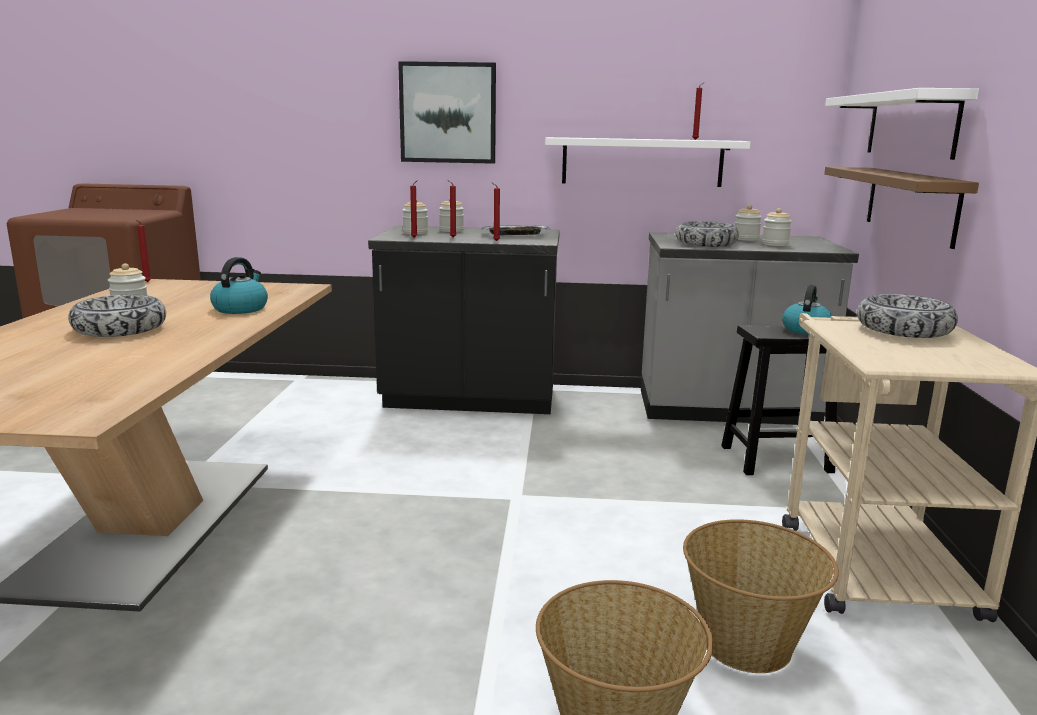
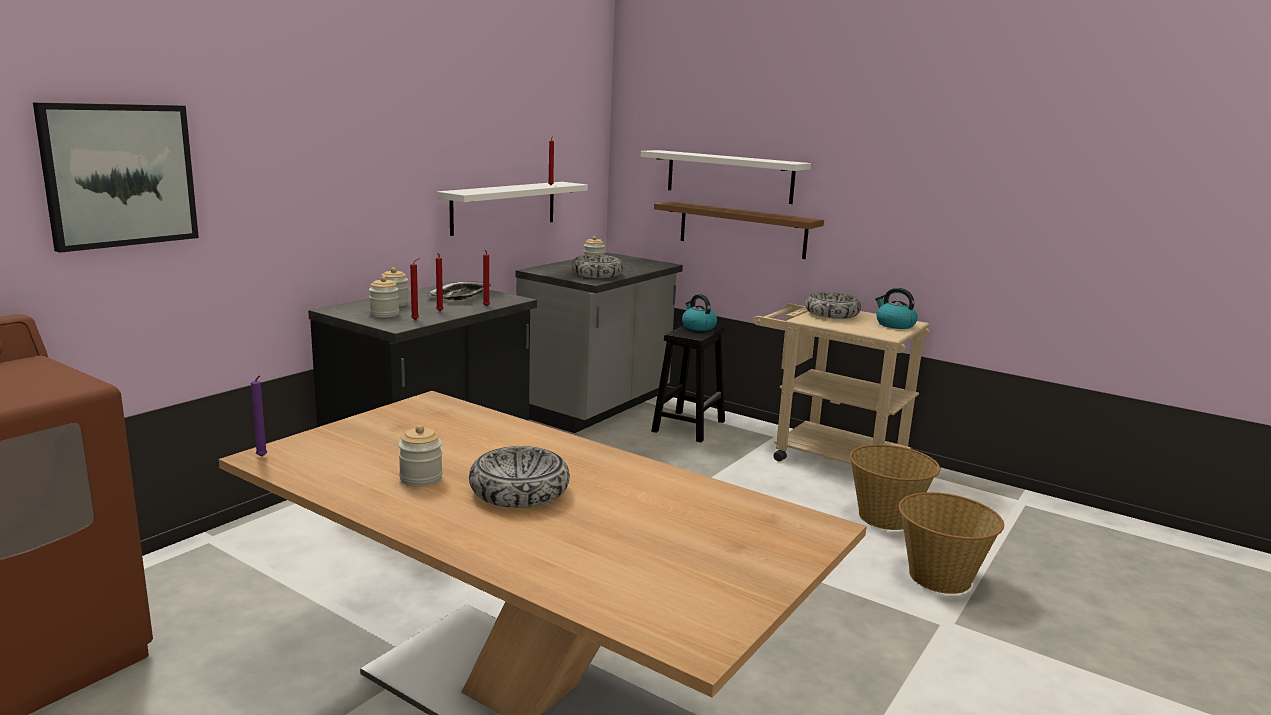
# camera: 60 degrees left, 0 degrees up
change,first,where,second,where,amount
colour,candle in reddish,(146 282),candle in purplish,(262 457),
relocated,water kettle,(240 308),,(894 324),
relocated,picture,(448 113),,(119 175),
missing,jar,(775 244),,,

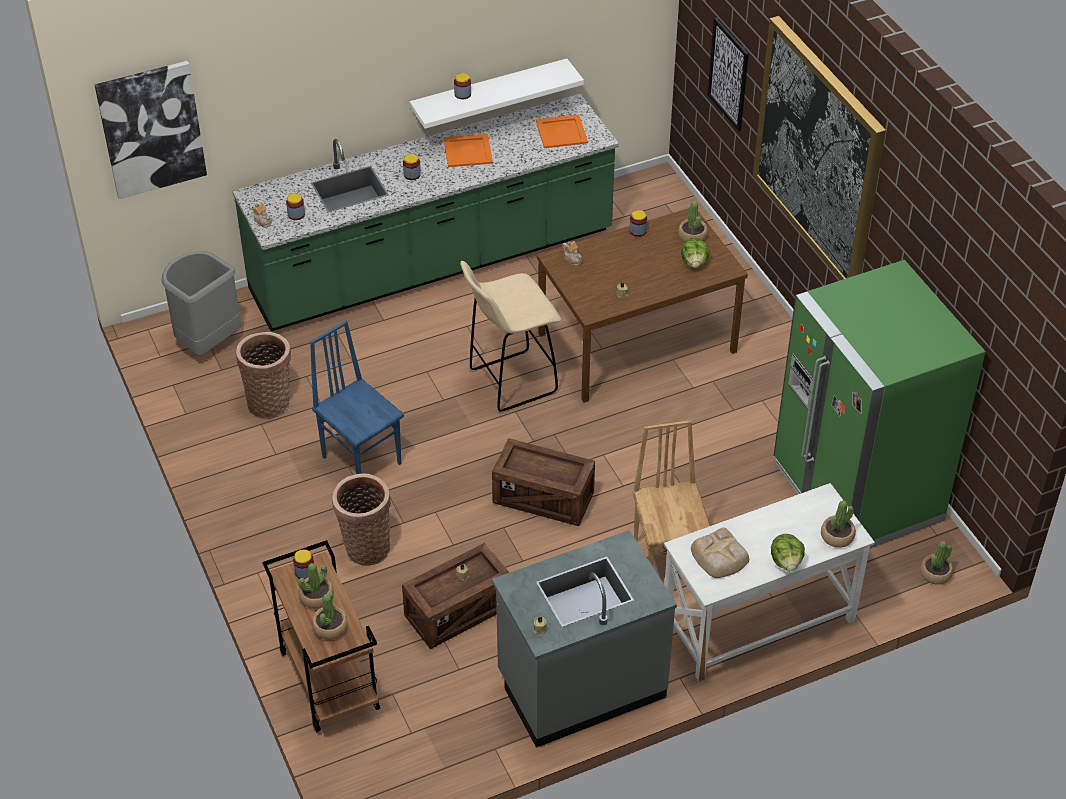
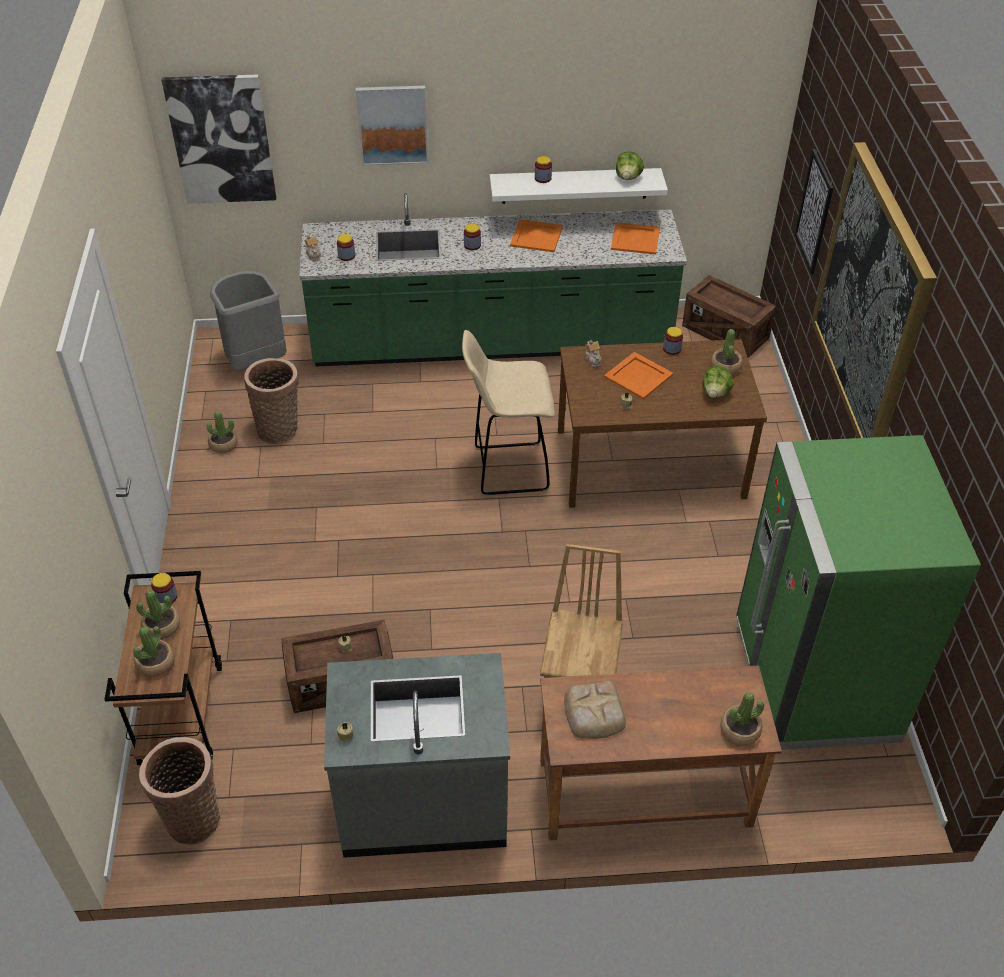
# camera: 20 degrees right, 0 degrees up
change,first,where,second,where,amount
missing,upright chair in blue,(362 459),,,
relocated,storage basket,(365 546),,(192 816),
relocated,packing crate,(543 498),,(725 332),
colour,desk table in whitish,(758 622),desk table in brown-coloured,(644 794),
relocated,lettuce,(786 562),,(628 177),
relocated,plant in a pot,(935 574),,(223 444),
appeared,,,picture,(393 124),
appeared,,,carrying tray in orangey,(638 376),

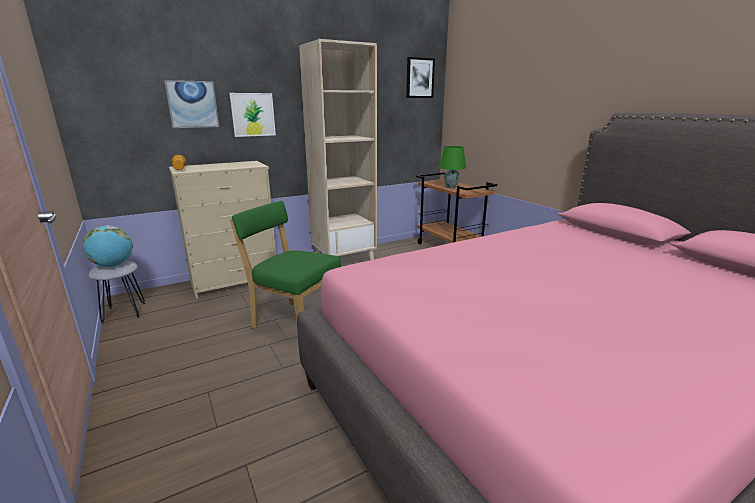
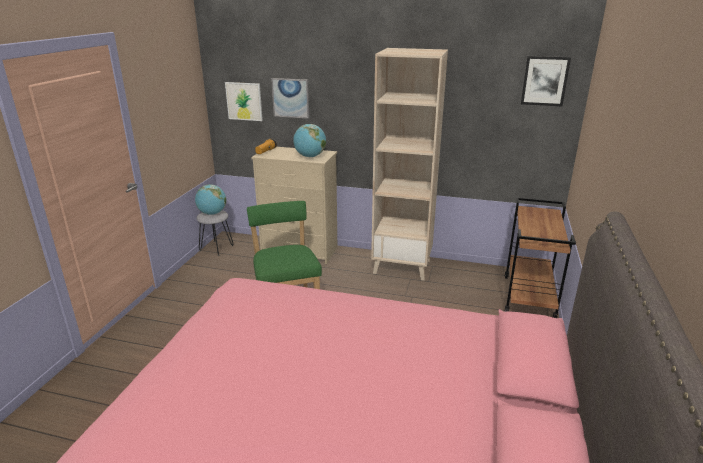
# camera: 45 degrees right, 5 degrees up
change,first,where,second,where,amount
relocated,picture,(253 114),,(244 101),
missing,lamp for a table in green-coloured,(451 187),,,
appeared,,,desk globe,(310 156),

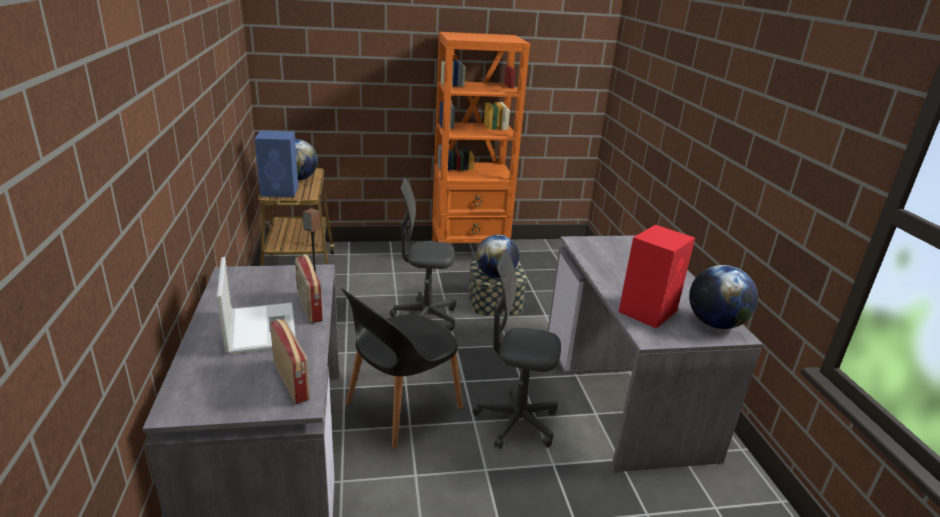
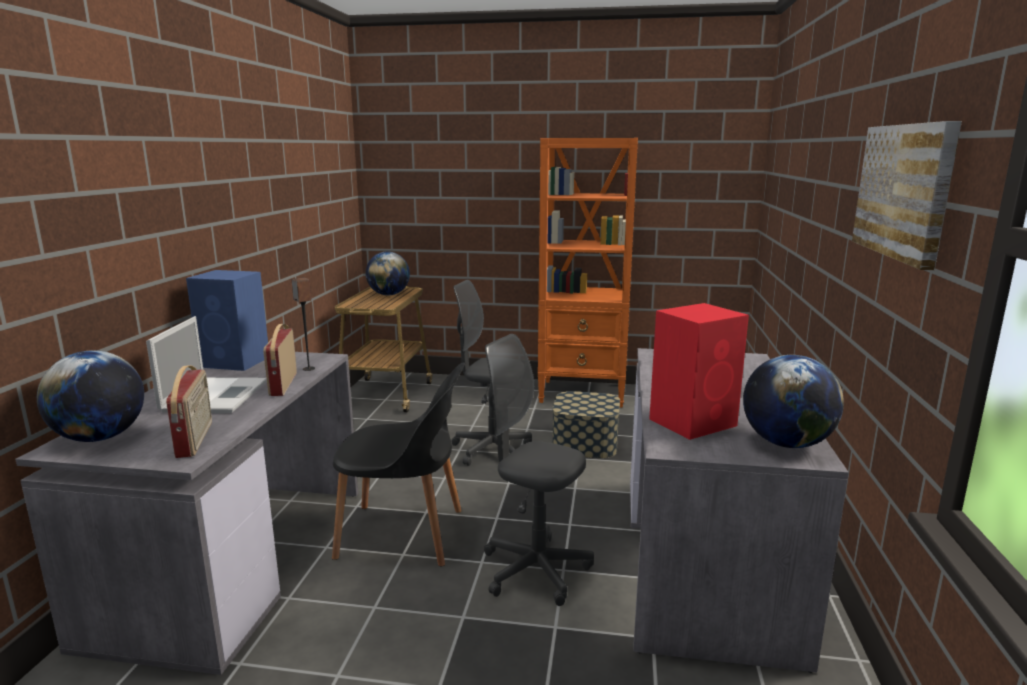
# camera: 20 degrees right, 10 degrees down
change,first,where,second,where,amount
relocated,speaker in blue,(280 191),,(236 362),
spun,upright chair in blackish,(401 408),,(405 534),150 degrees counterclockwise
relocated,desk globe,(496 275),,(100 437),
appeared,,,picture,(904 191),

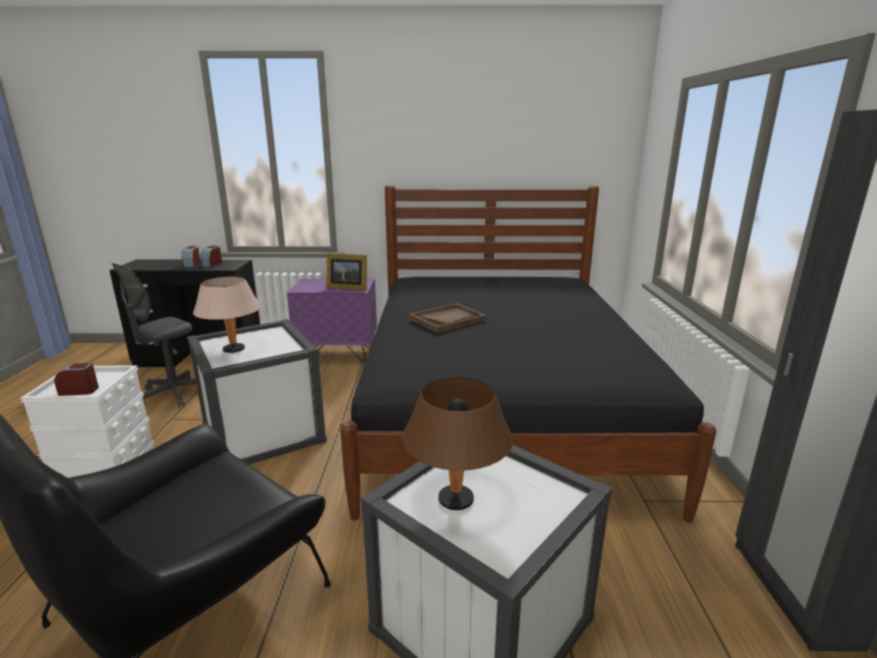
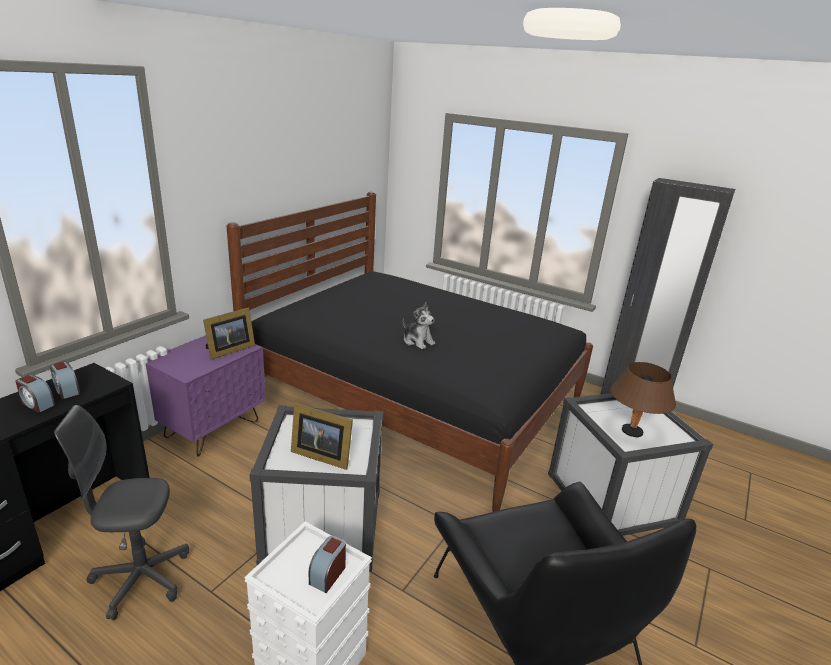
# camera: 60 degrees left, 5 degrees up
change,first,where,second,where,amount
spun,desk chair in grey,(173 394),,(141 578),105 degrees clockwise
exchanged,lamp for a table in sand-coloured,(233 349),picture frame,(321 455),
exchanged,carrying tray in brown-coloured,(447 320),soft toy,(417 341),

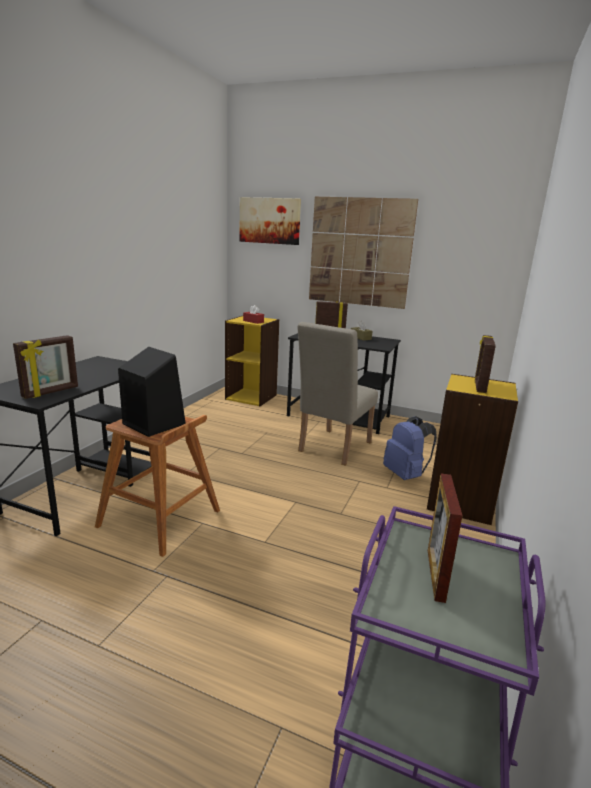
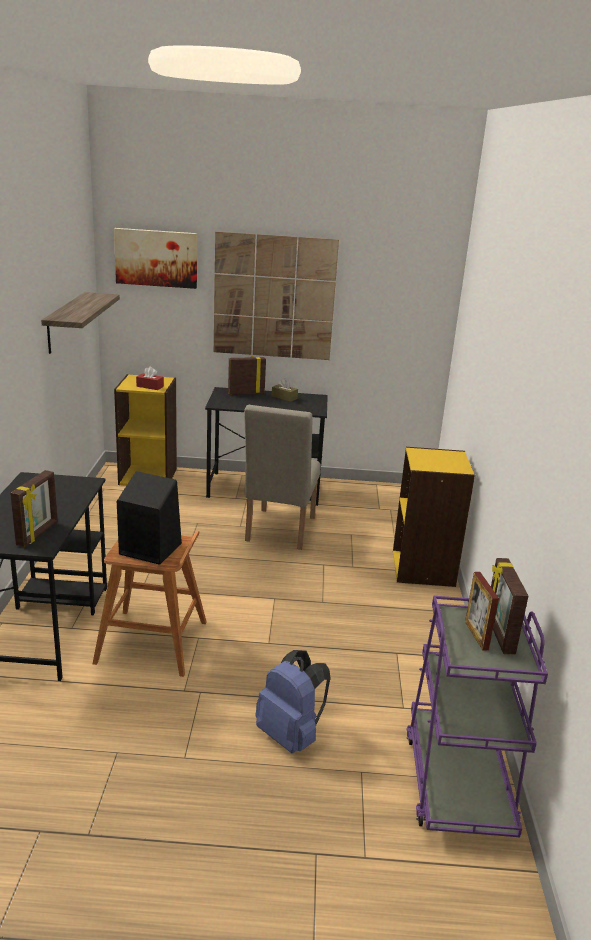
# camera: 20 degrees left, 5 degrees up
change,first,where,second,where,amount
relocated,rucksack in blue,(405 475),,(291 735),
relocated,picture frame,(479 386),,(498 634),
appeared,,,wall shelf,(65 322),

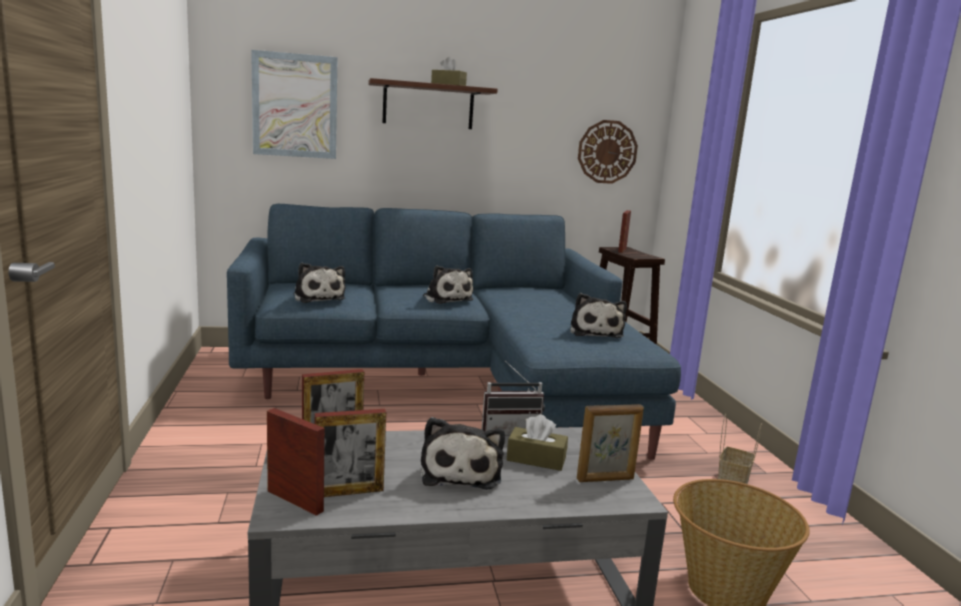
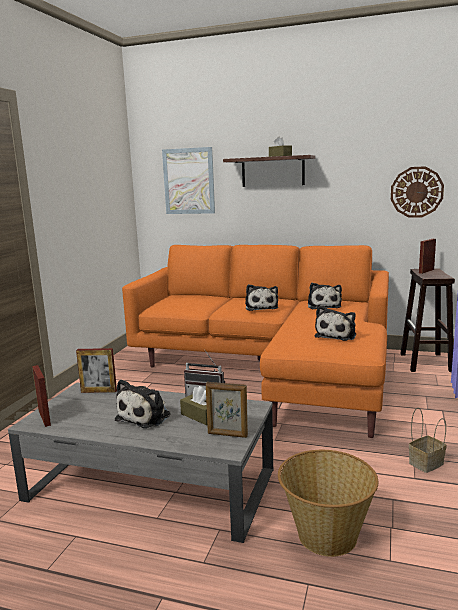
# camera: 30 degrees right, 0 degrees up
change,first,where,second,where,amount
colour,sofa in blue,(450 385),sofa in orangey,(272 369),
relocated,soft toy,(318 297),,(323 306),
missing,picture frame,(349 492),,,

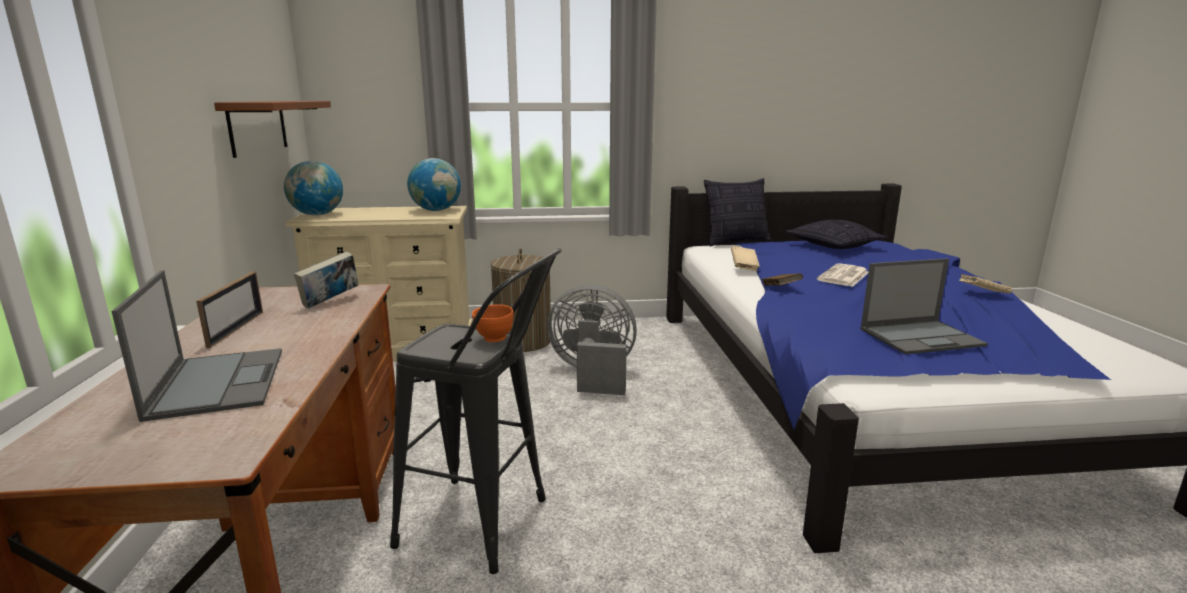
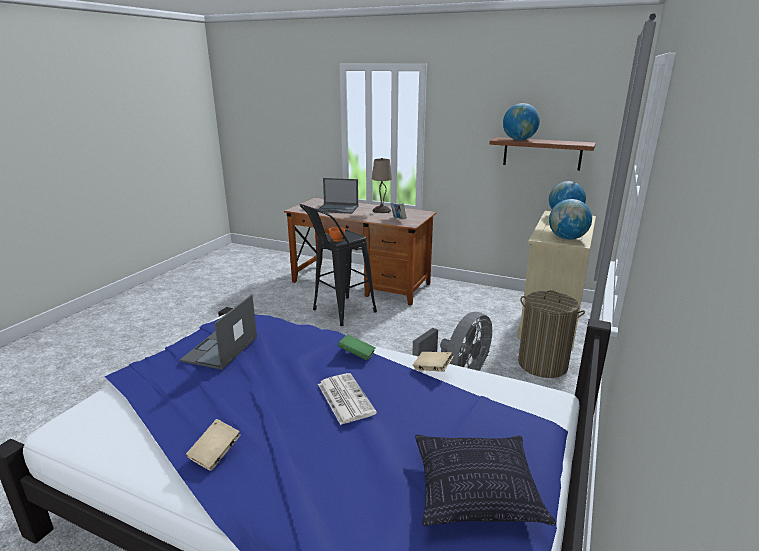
# camera: 120 degrees right, 5 degrees up
change,first,where,second,where,amount
exchanged,picture frame,(236 329),lamp for a table in sand-coloured,(382 210),
missing,cushion,(735 242),,,
colour,book in brown-coloured,(780 289),book in green-coloured,(356 355),
appeared,,,desk globe,(519 140),

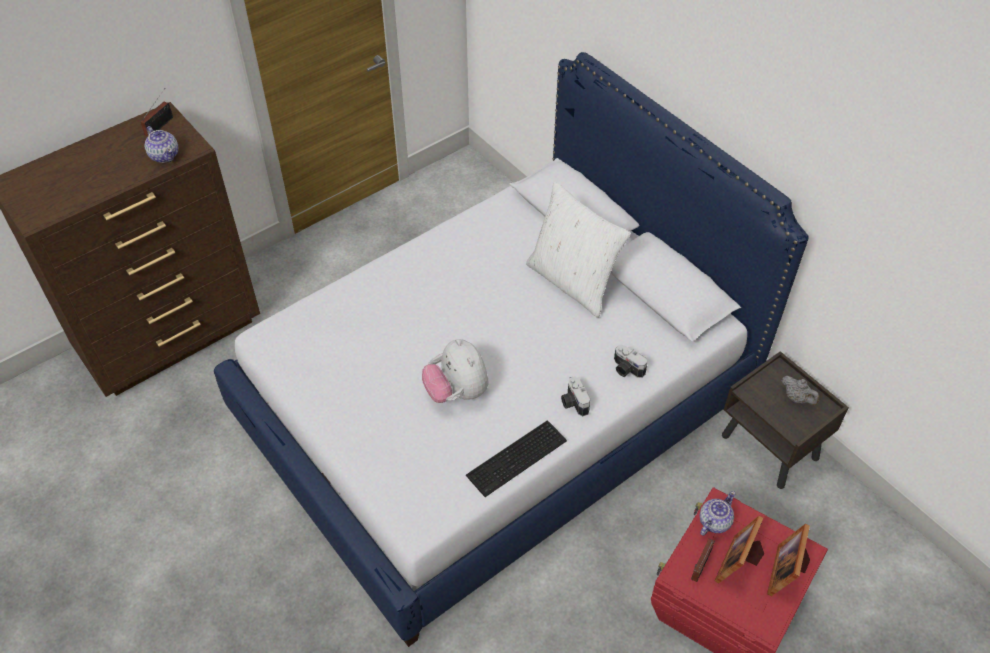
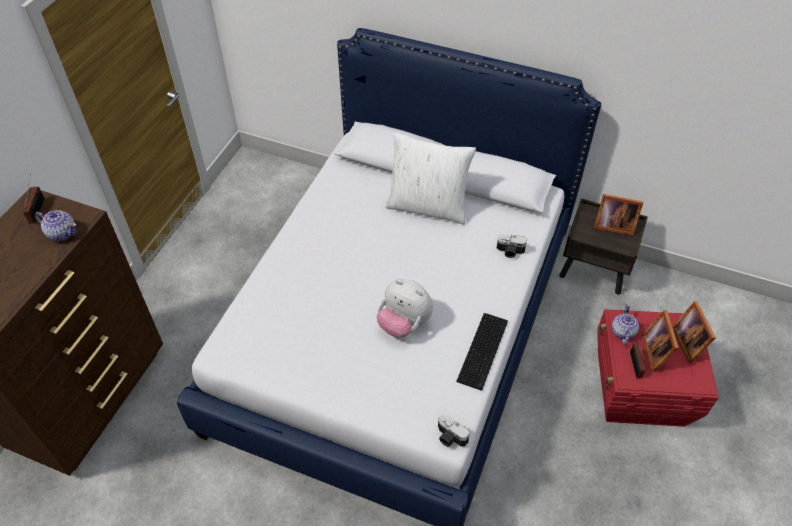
# camera: 30 degrees left, 0 degrees up
change,first,where,second,where,amount
relocated,photo camera,(573 403),,(450 438),
exchanged,teapot in grey,(797 398),picture frame,(612 225),

